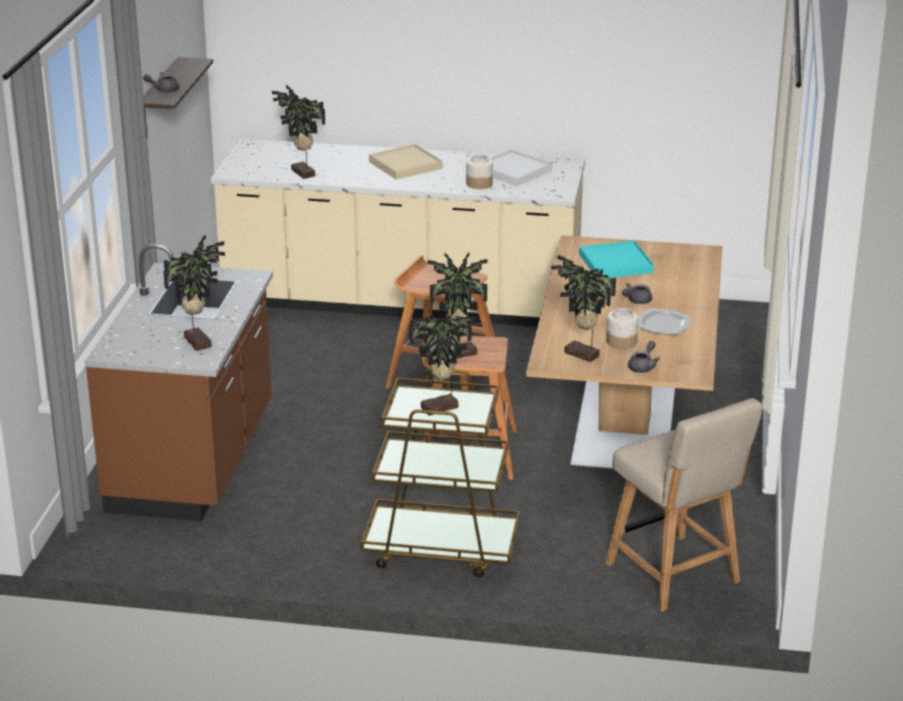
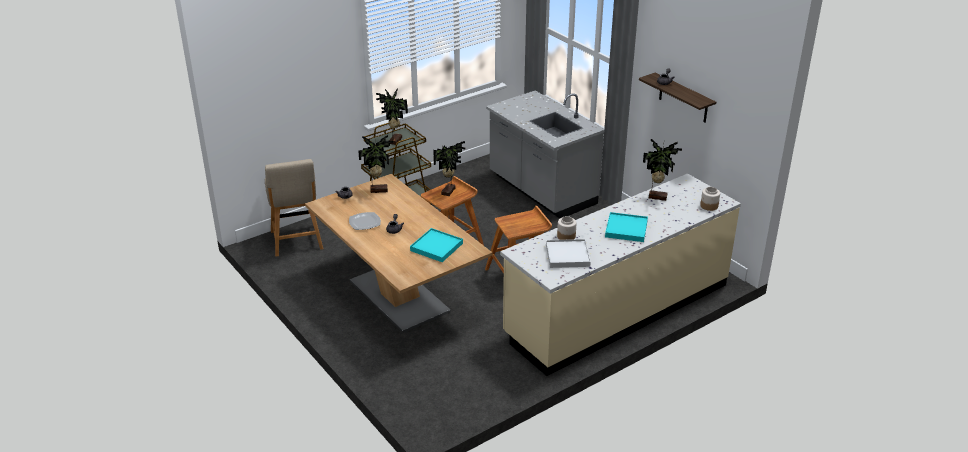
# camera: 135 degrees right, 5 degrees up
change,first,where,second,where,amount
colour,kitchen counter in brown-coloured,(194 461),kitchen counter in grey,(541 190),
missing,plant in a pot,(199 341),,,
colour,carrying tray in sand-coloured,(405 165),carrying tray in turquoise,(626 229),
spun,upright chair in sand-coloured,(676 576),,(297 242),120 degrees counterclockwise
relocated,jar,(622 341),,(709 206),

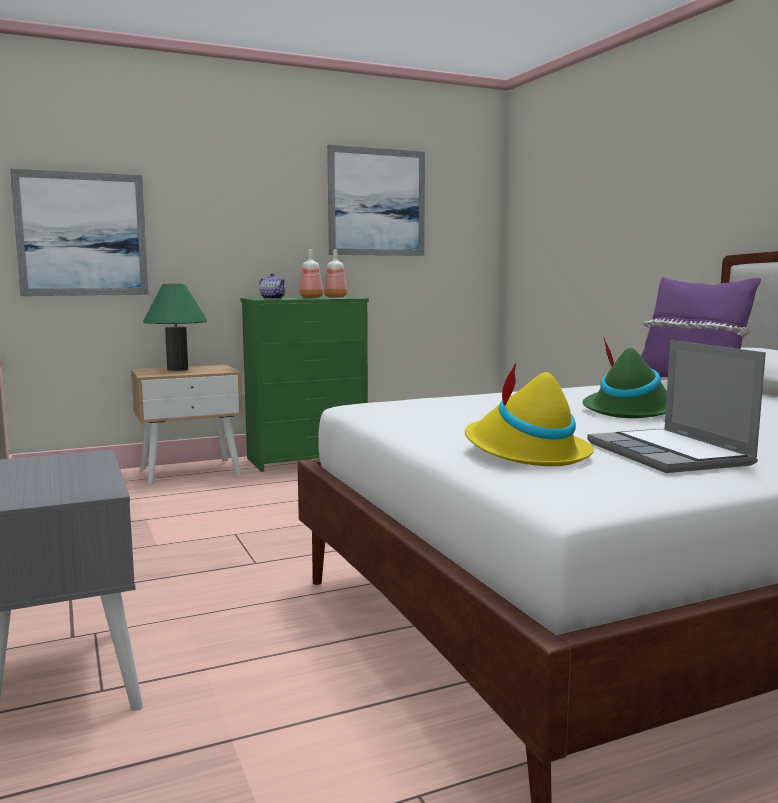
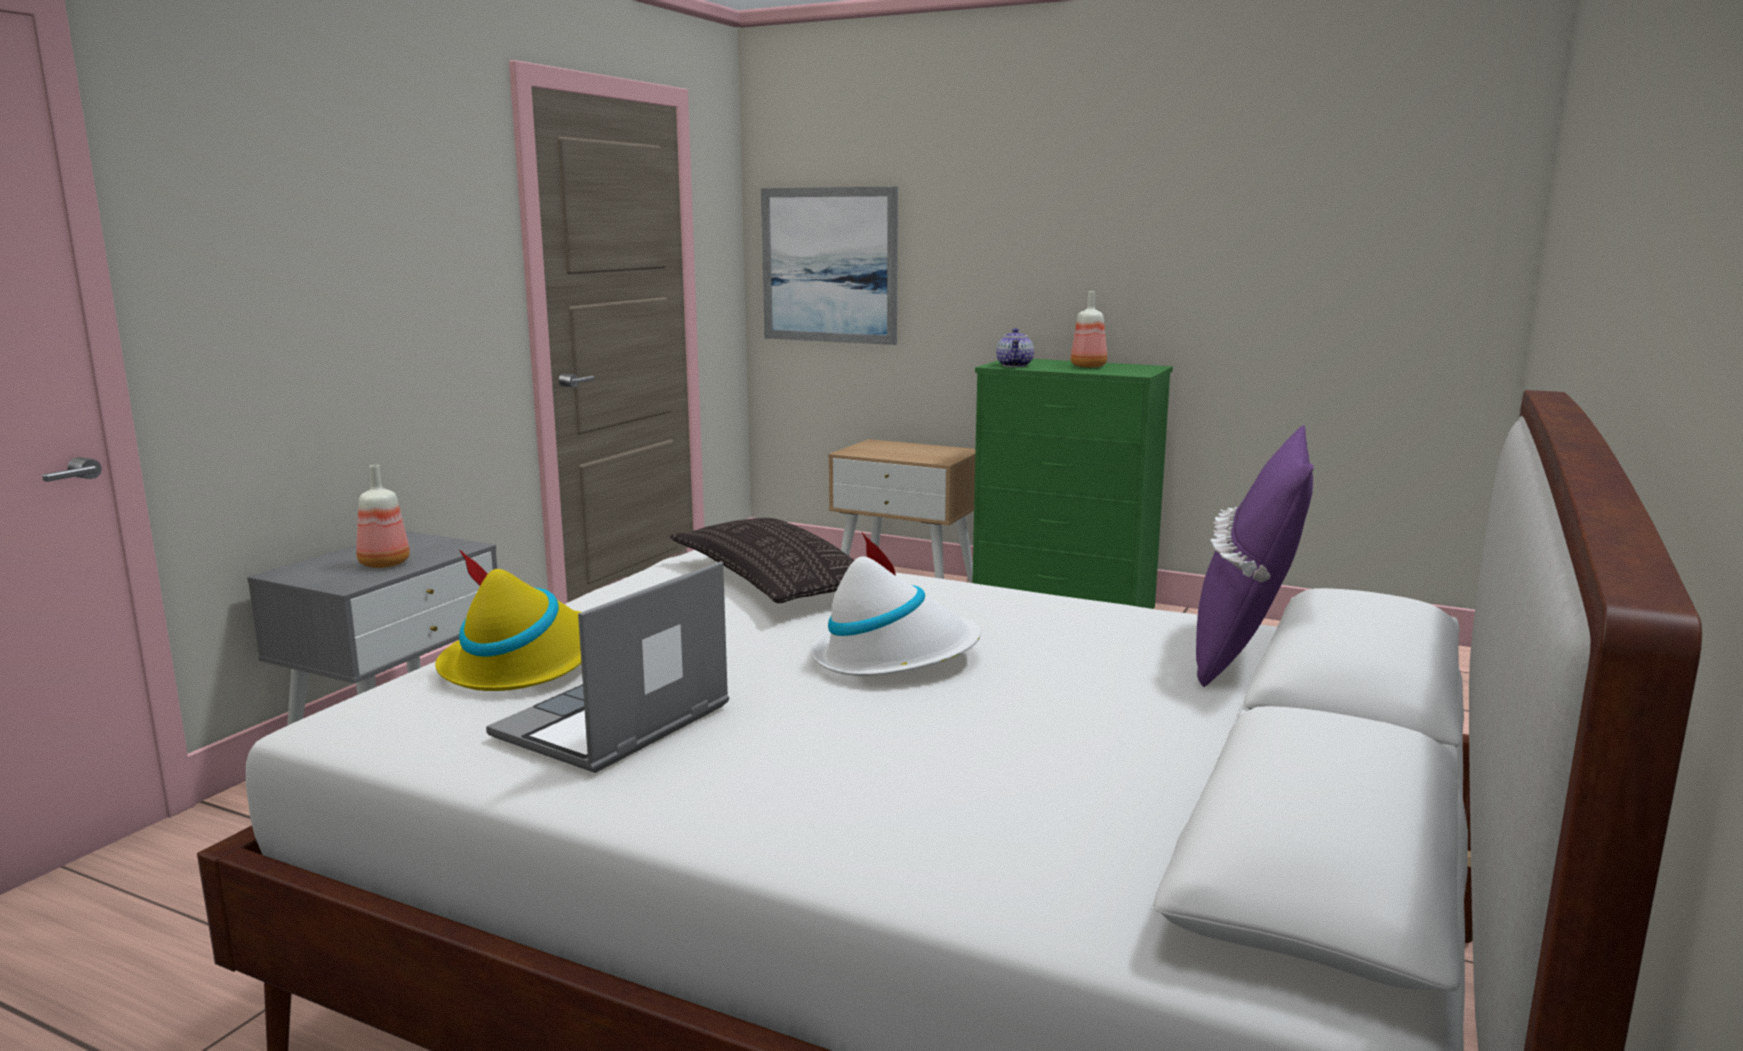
# camera: 50 degrees right, 5 degrees up
change,first,where,second,where,amount
missing,lamp for a table in green-coloured,(177 369),,,
relocated,drink bottle,(335 297),,(383 564),
missing,picture,(377 202),,,
colour,clothing hat in green-coloured,(630 410),clothing hat in whitish,(894 656),
appeared,,,cushion,(774 578),

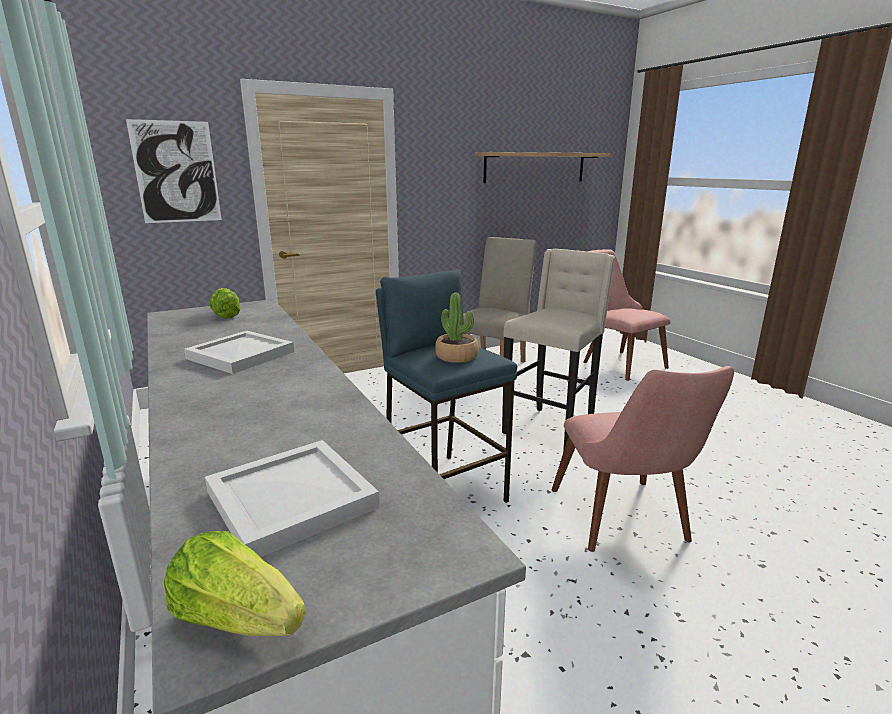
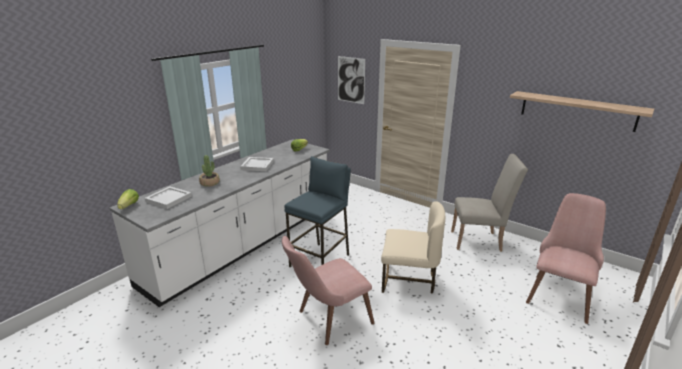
# camera: 65 degrees right, 5 degrees up
change,first,where,second,where,amount
relocated,plant in a pot,(457 356),,(210 183),
exchanged,stool seat in sand-coloured,(550 428),upright chair in sand-coloured,(408 280),

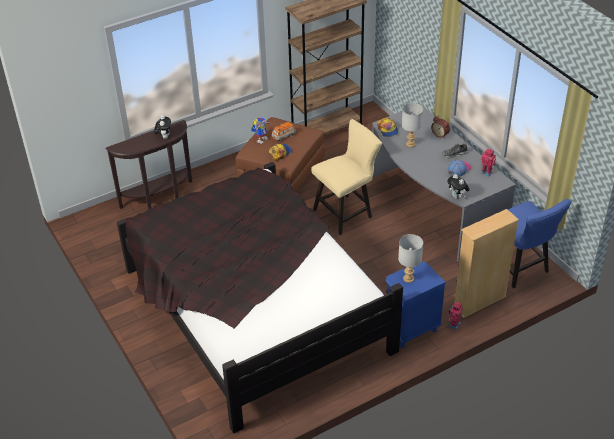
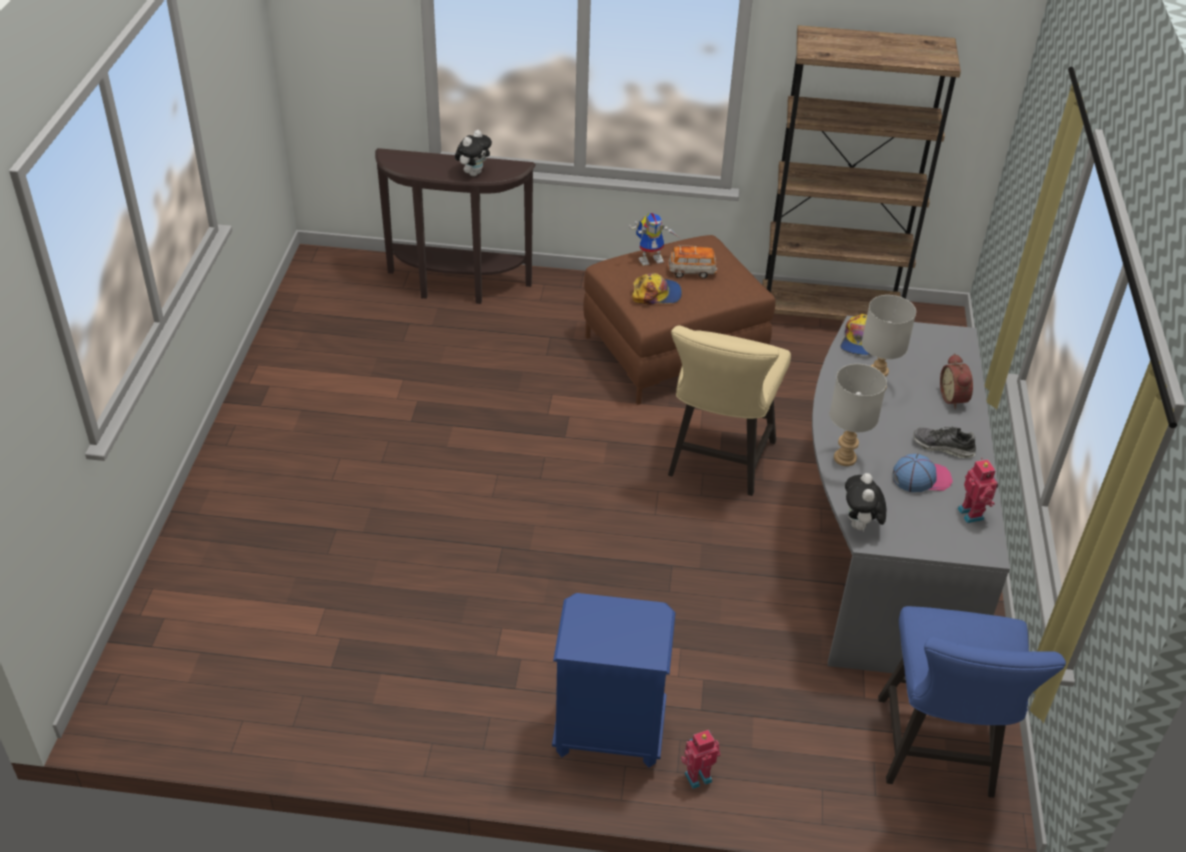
# camera: 35 degrees right, 0 degrees up
change,first,where,second,where,amount
missing,bedroom bed in blackish,(254 308),,,
spun,upright chair in sand-coloured,(346 212),,(718 463),105 degrees clockwise
relocated,lamp for a table in grey,(409 279),,(845 459),
missing,bookcase in sand-coloured,(479 302),,,

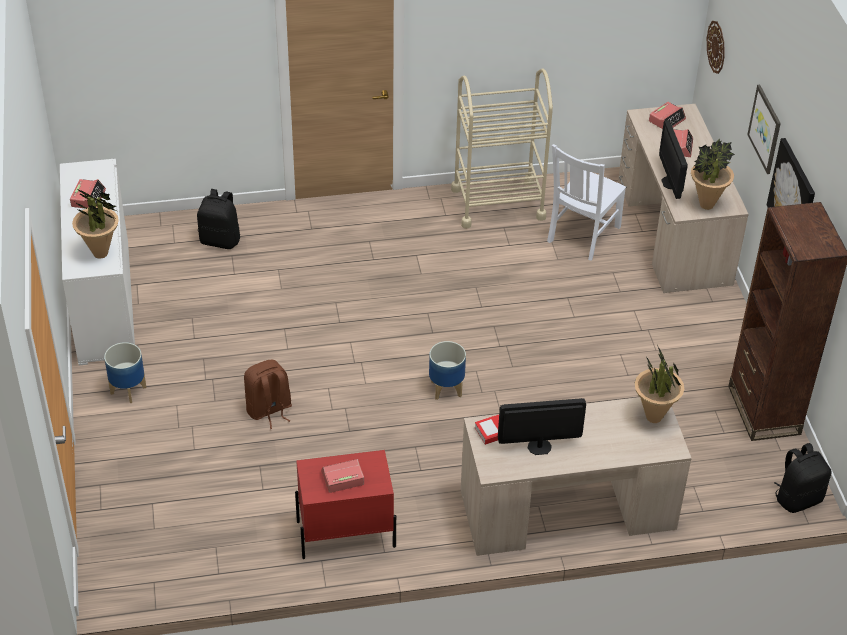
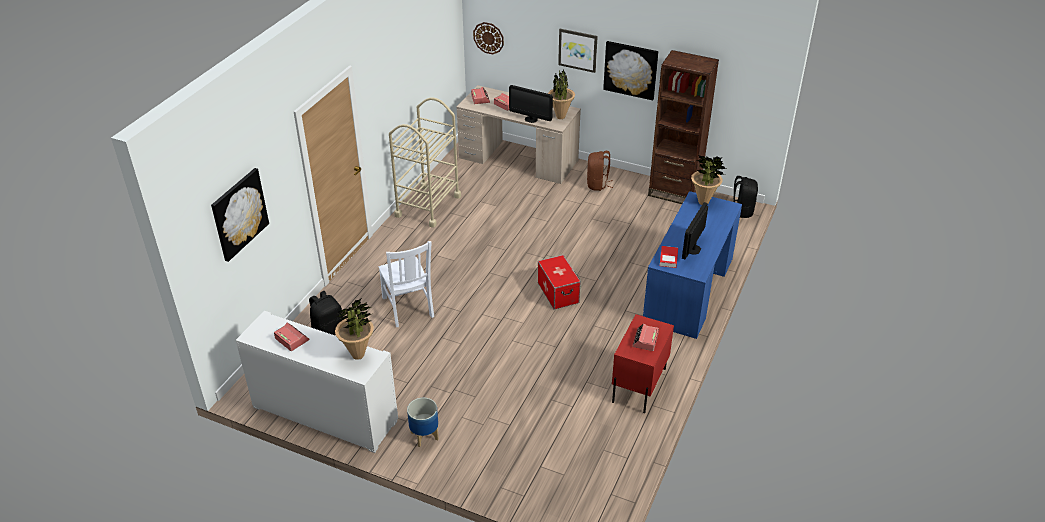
# camera: 55 degrees left, 5 degrees down
change,first,where,second,where,amount
relocated,rucksack in brown-coloured,(269 410),,(597 184),
exchanged,plant pot,(446 388),storage box,(558 292),
colour,desk table in sand-coloured,(566 509),desk table in blue,(688 289),
relocated,upright chair in whitish,(582 235),,(408 308),
appeared,,,picture,(239 214),

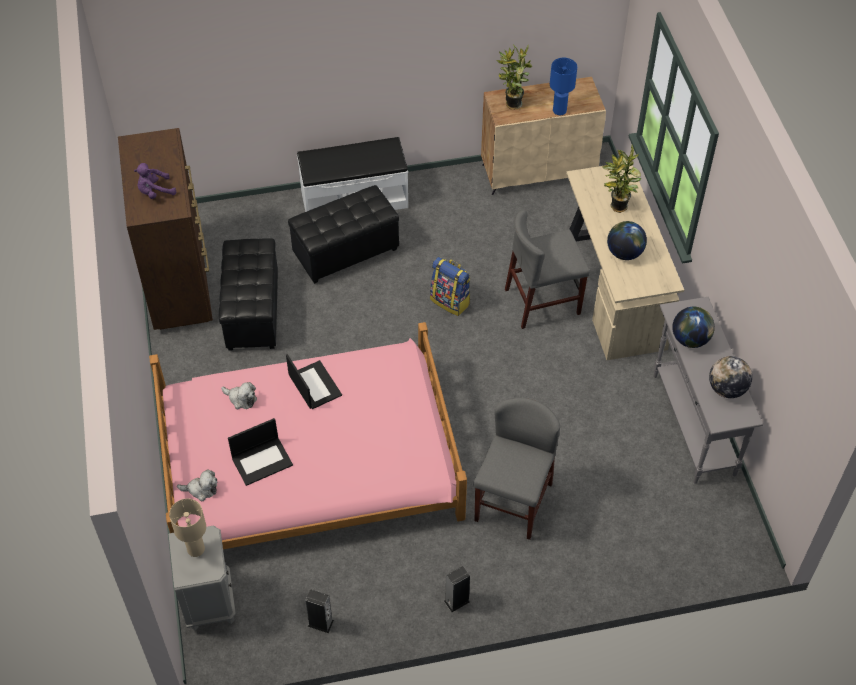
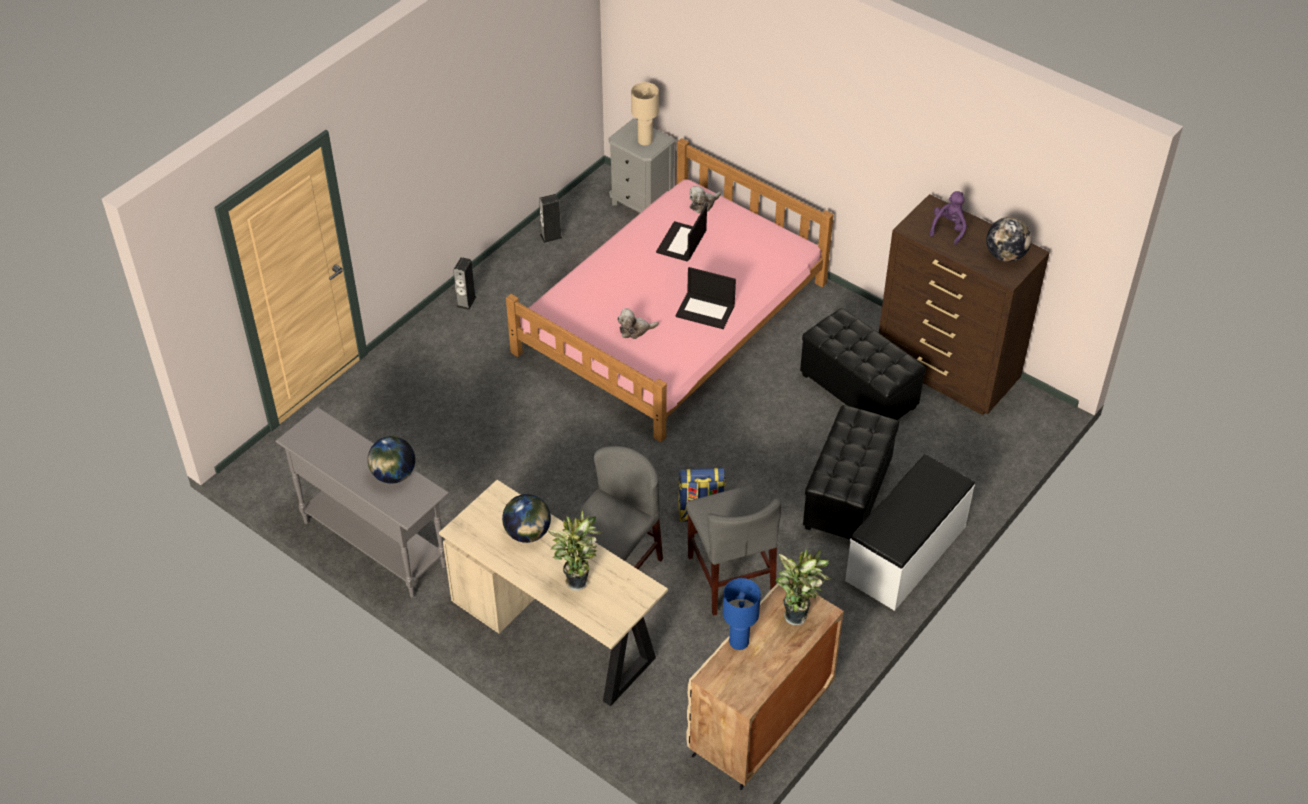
# camera: 140 degrees right, 5 degrees down
change,first,where,second,where,amount
relocated,soft toy,(241 399),,(635 330),
relocated,upright chair in grey,(513 502),,(730 576),
relocated,desk globe,(726 389),,(1005 255),

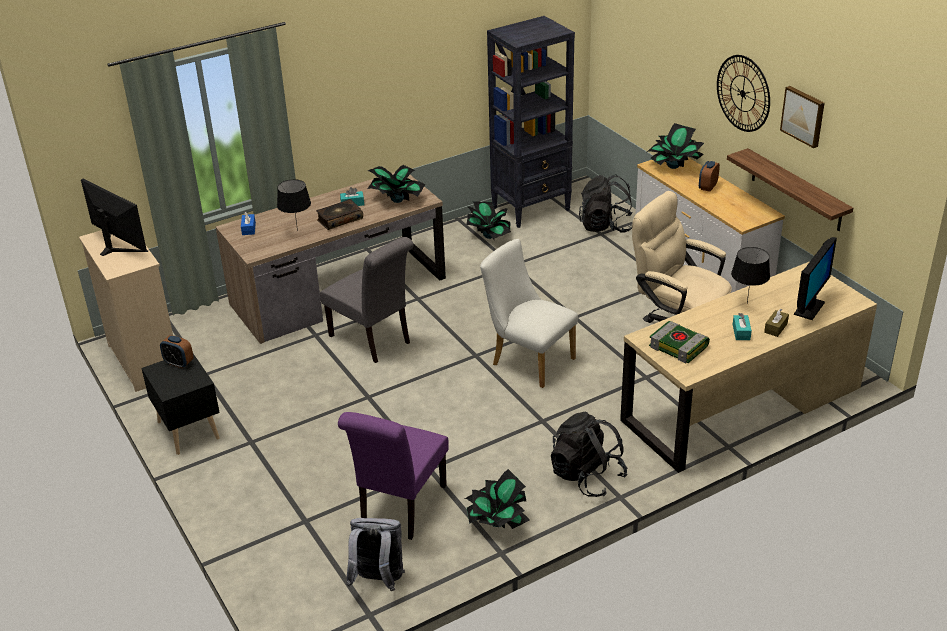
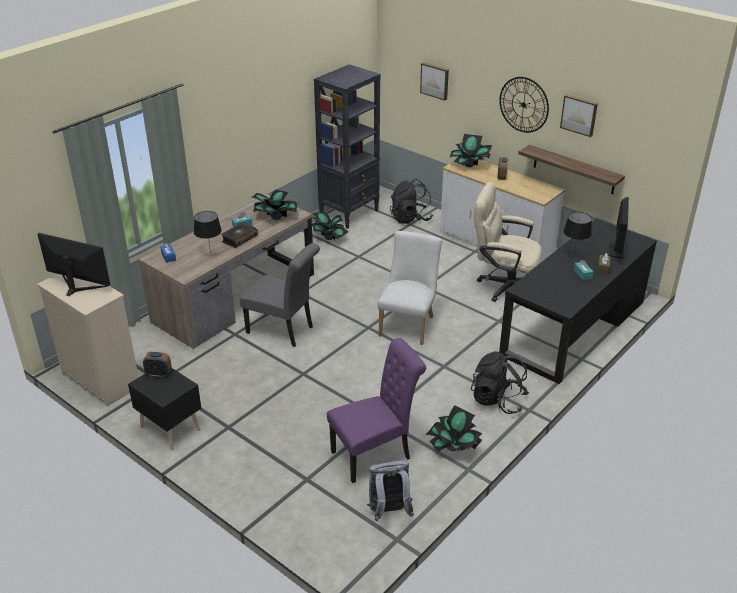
# camera: 20 degrees left, 0 degrees up
change,first,where,second,where,amount
spun,upright chair in purplish,(400 509),,(375 454),120 degrees counterclockwise
spun,upright chair in whitish,(528 360),,(408 324),90 degrees clockwise
colour,desk table in sand-coloured,(741 404),desk table in blackish,(573 328),
missing,book,(679 347),,,
appeared,,,picture,(435 80),

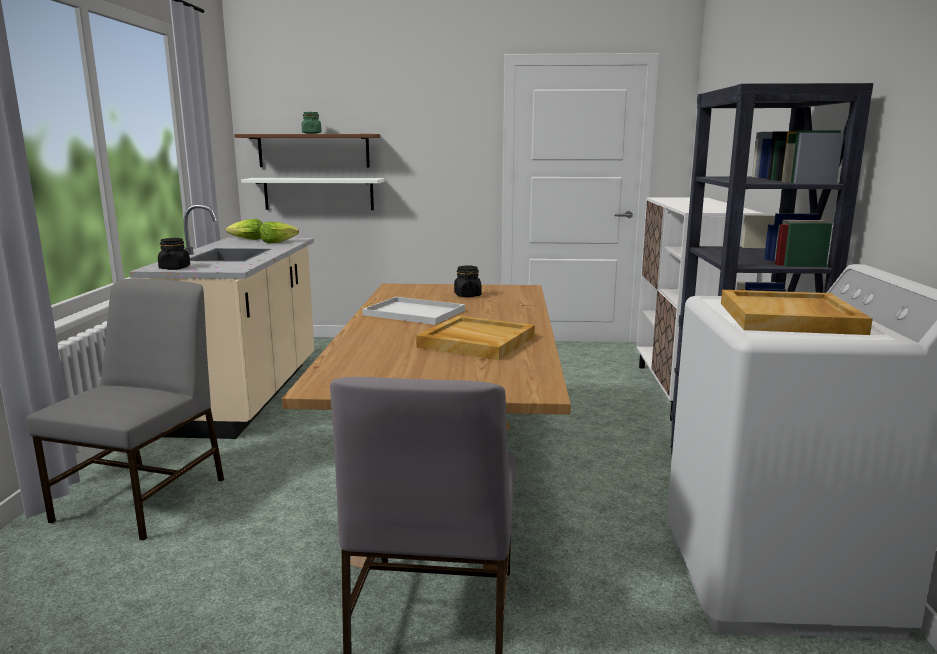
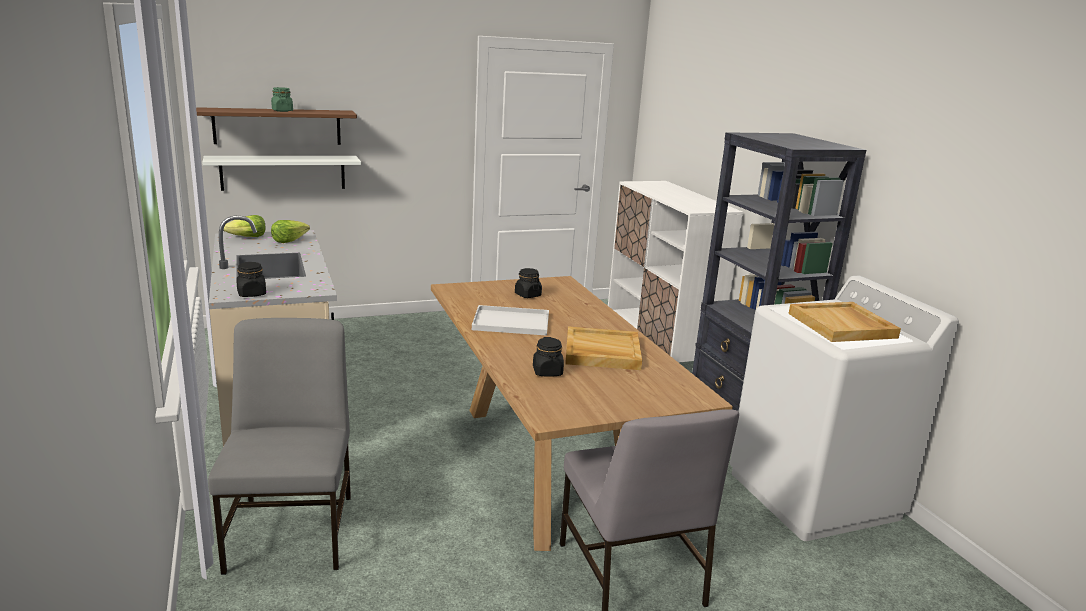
# camera: 25 degrees left, 5 degrees up
change,first,where,second,where,amount
appeared,,,jar in blackish,(547 372),

